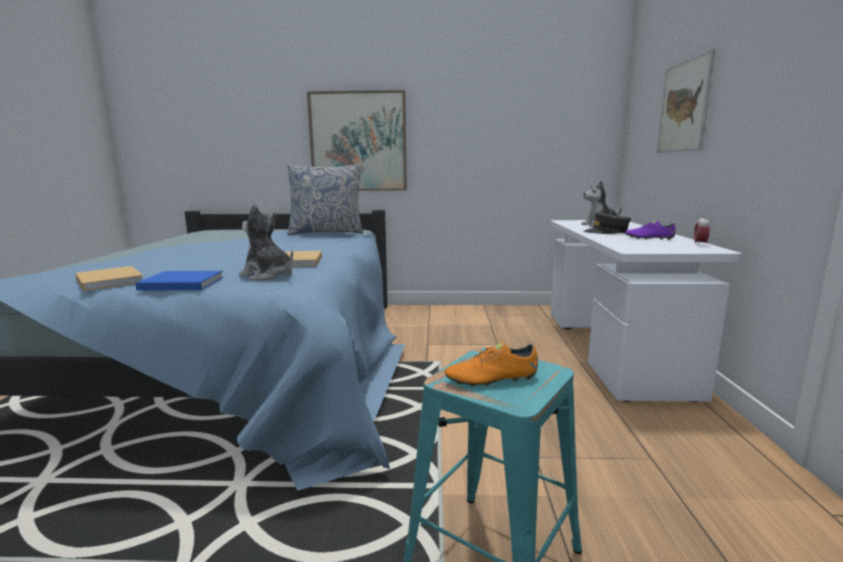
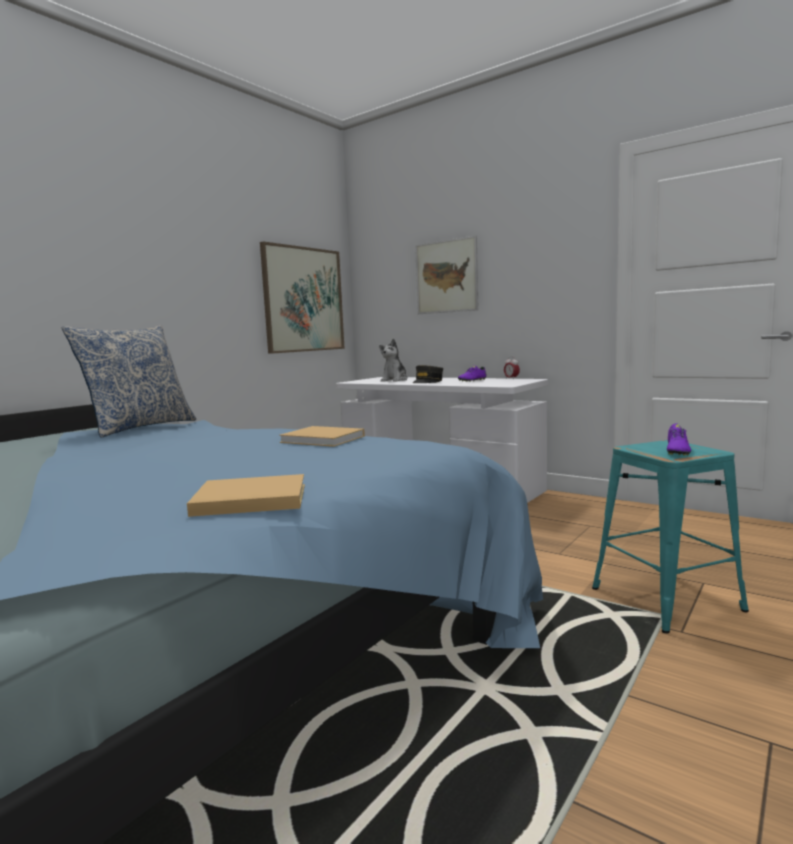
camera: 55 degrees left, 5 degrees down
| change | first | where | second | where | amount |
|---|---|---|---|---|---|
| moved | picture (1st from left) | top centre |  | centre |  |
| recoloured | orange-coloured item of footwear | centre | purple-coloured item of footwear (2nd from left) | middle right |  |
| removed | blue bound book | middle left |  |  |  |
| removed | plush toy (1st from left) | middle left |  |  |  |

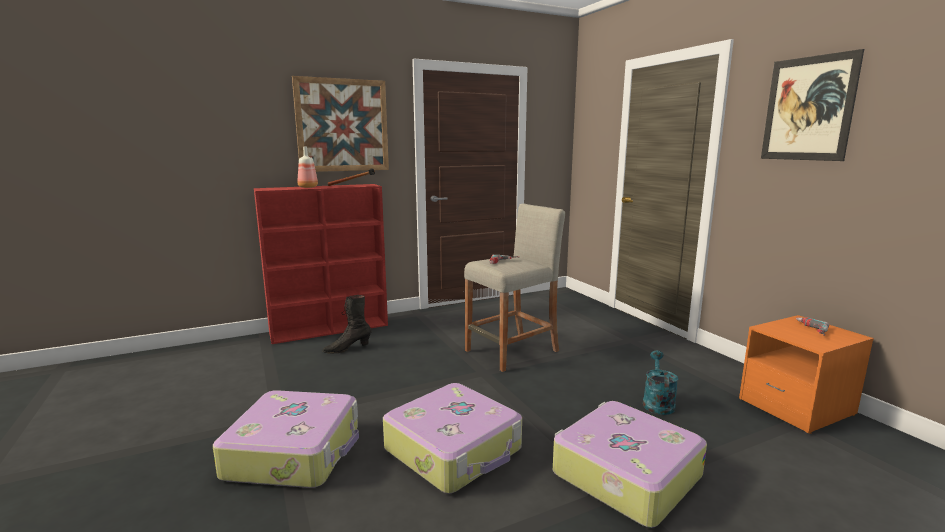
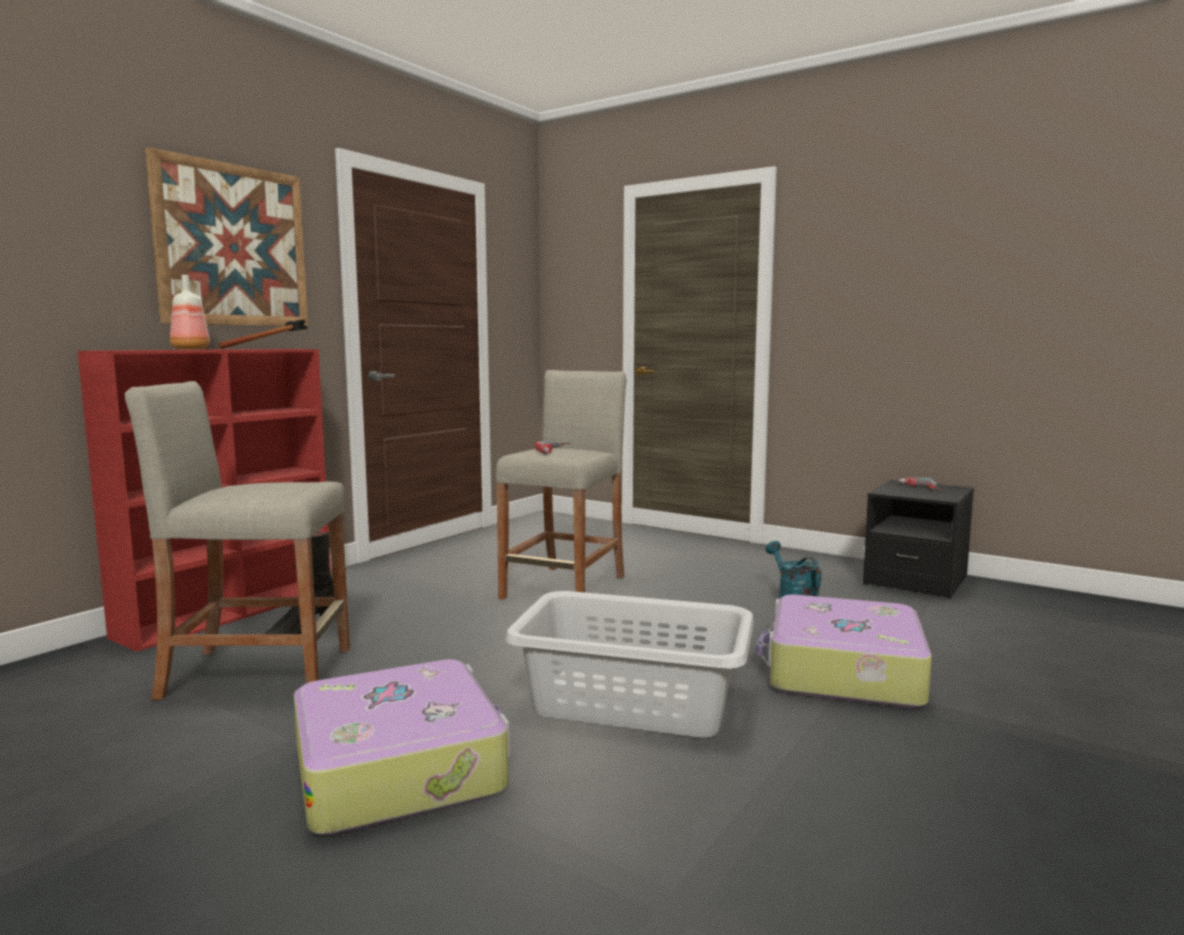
camera: 30 degrees left, 5 degrees down
| change | first | where | second | where | amount |
|---|---|---|---|---|---|
| added |  |  | sand-coloured stool (1st from left) | middle left |  |
| replaced | suitcase (2nd from left) | bottom centre | greyish laundry basket | bottom centre |  |
| recoloured | orange-coloured bedside table | bottom right | blackish bedside table | middle right |  |
| removed | picture (2nd from left) | top right |  |  |  |

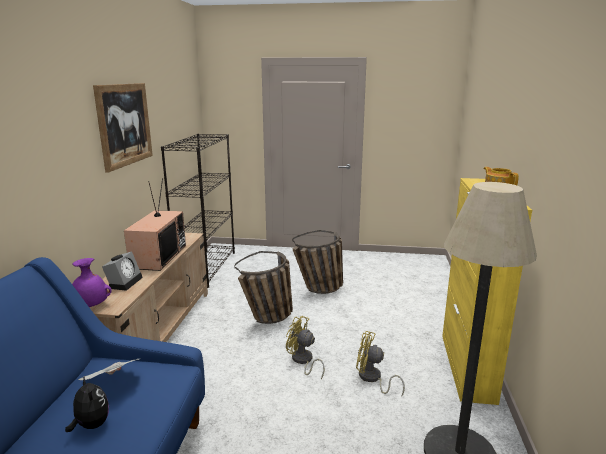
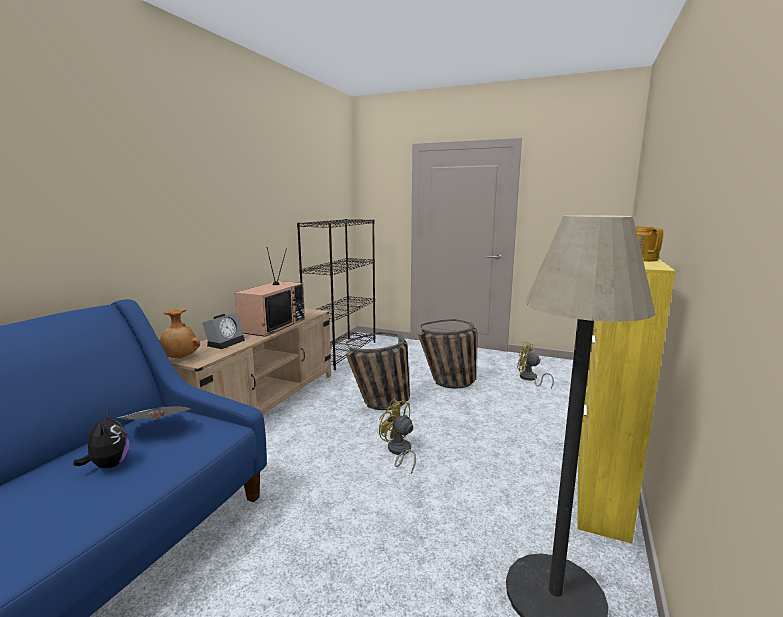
camera: 15 degrees right, 5 degrees down
| change | first | where | second | where | amount |
|---|---|---|---|---|---|
| recoloured | purple-coloured vase | middle left | brown-coloured vase | middle left |  |
| moved | yellowish electric fan (2nd from left) | bottom centre |  | middle right |  |
| removed | picture | top left |  |  |  |

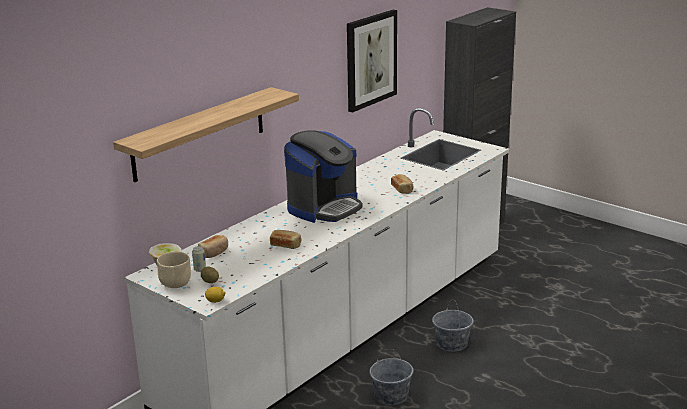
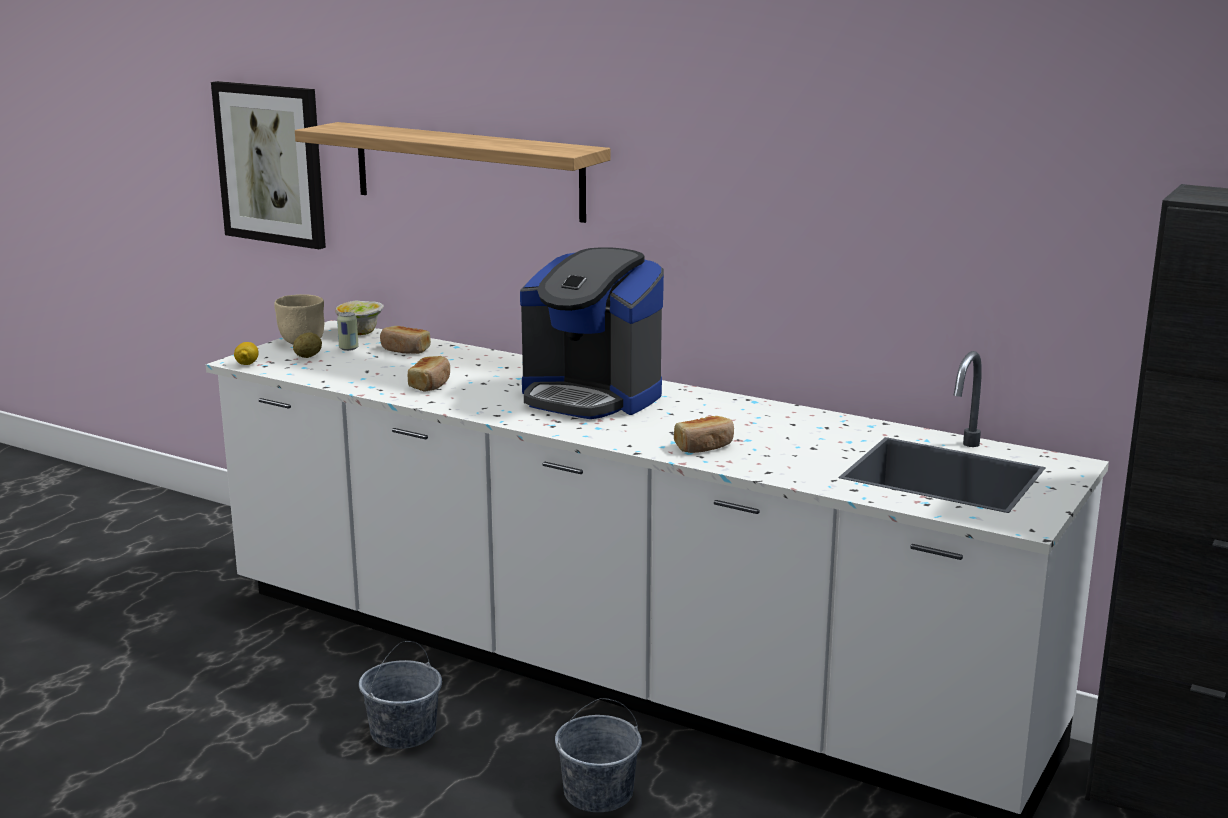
camera: 80 degrees right, 5 degrees down
| change | first | where | second | where | amount |
|---|---|---|---|---|---|
| moved | picture | top centre |  | top left |  |

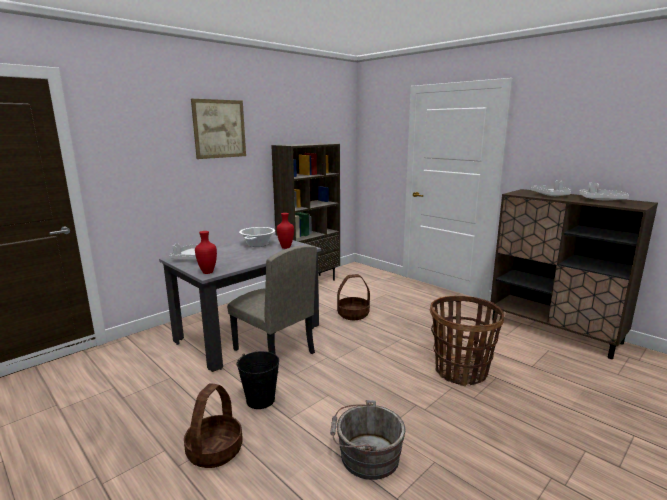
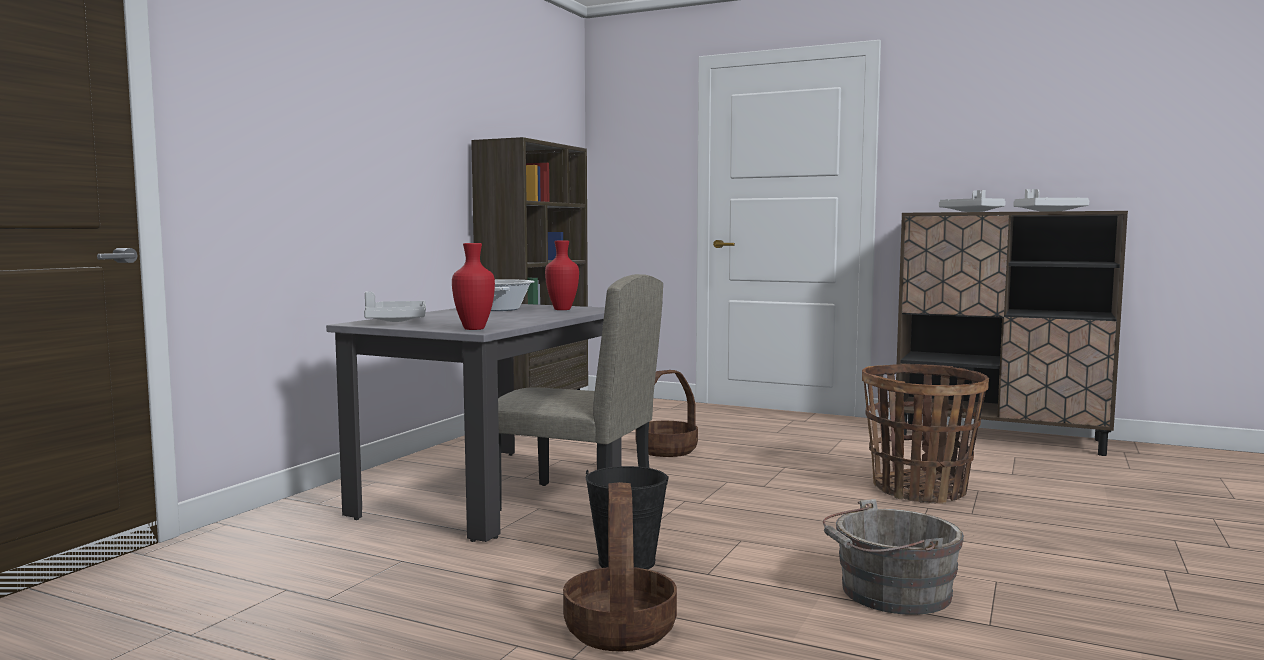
camera: 20 degrees left, 10 degrees down
| change | first | where | second | where | amount |
|---|---|---|---|---|---|
| removed | picture | top left |  |  |  |

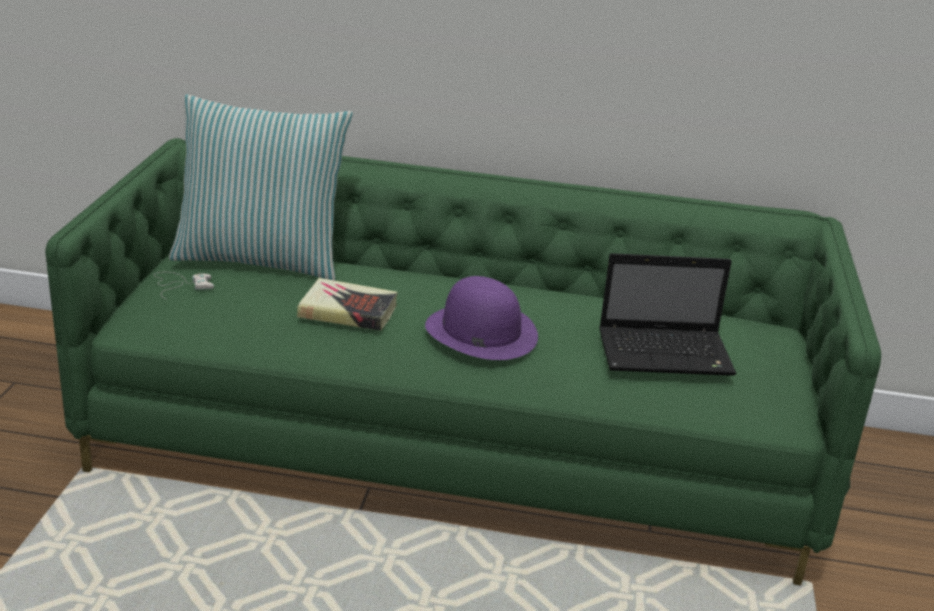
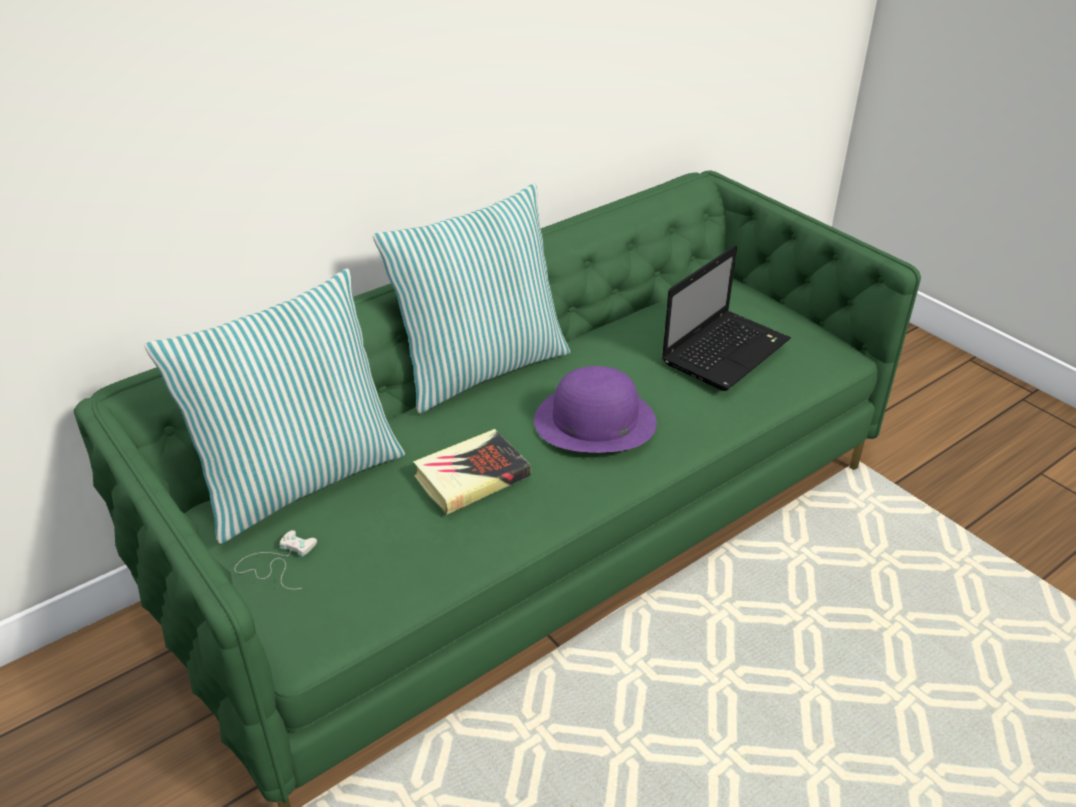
camera: 45 degrees left, 10 degrees up
| change | first | where | second | where | amount |
|---|---|---|---|---|---|
| added |  |  | pillow (2nd from left) | centre |  |

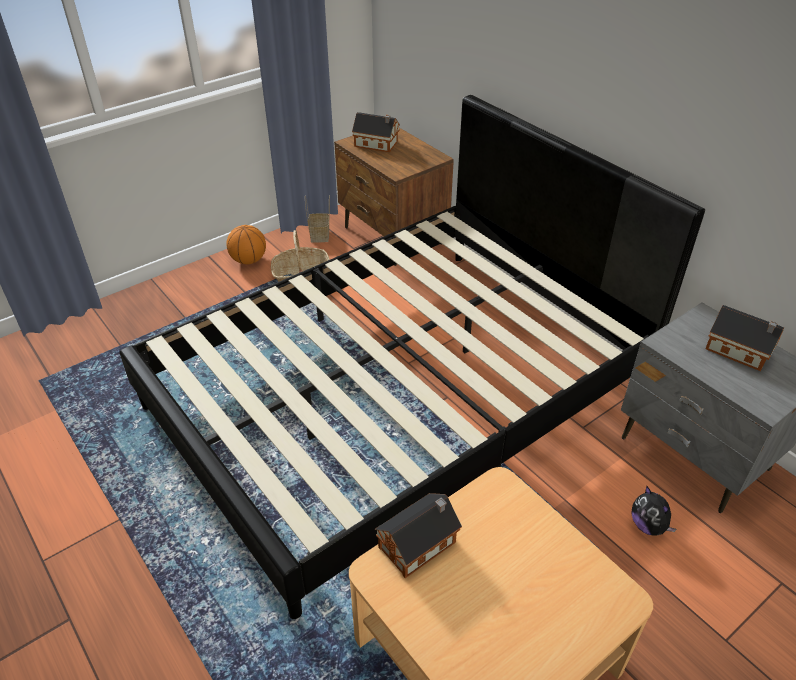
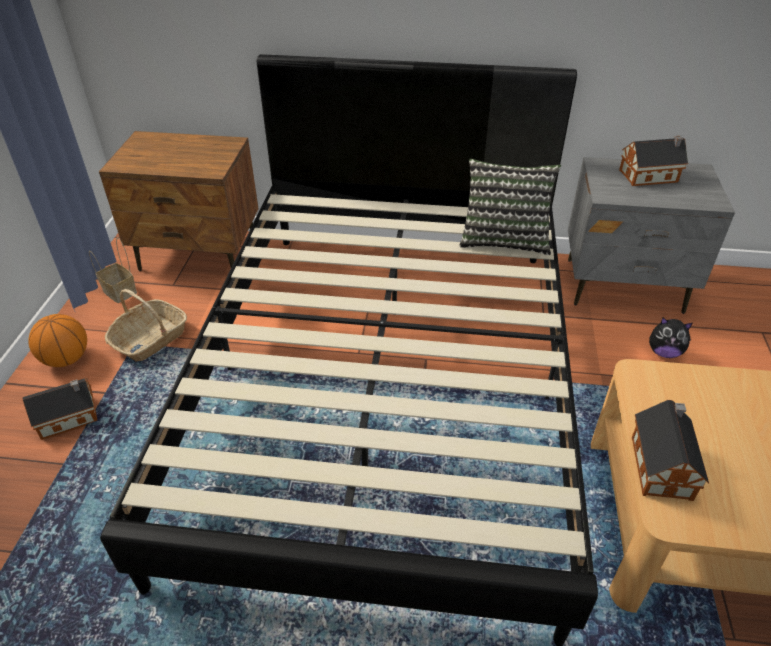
camera: 45 degrees left, 0 degrees up
| change | first | where | second | where | amount |
|---|---|---|---|---|---|
| moved | miniature house (1st from left) | top centre |  | middle left |  |
| added |  |  | pillow | top centre |  |

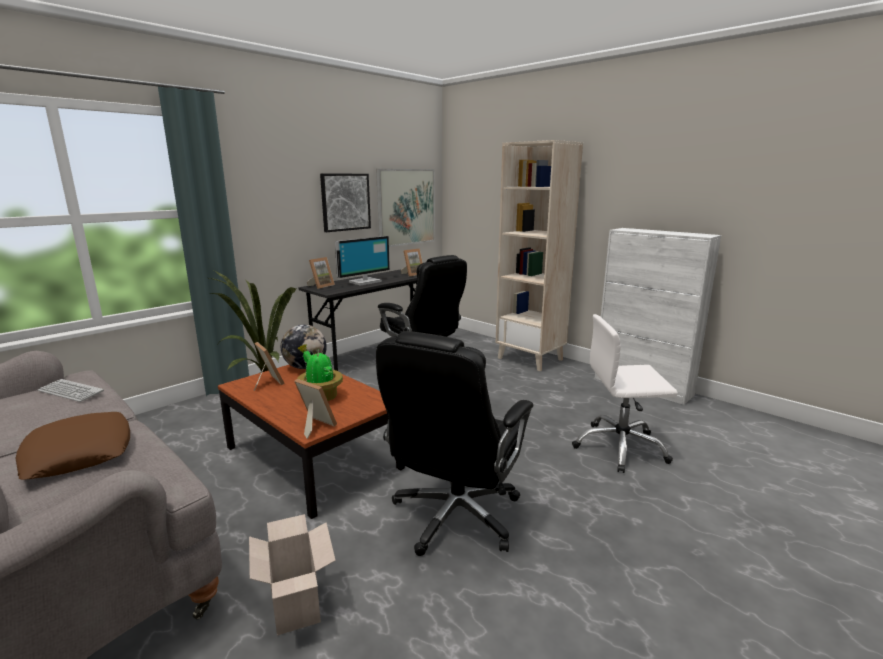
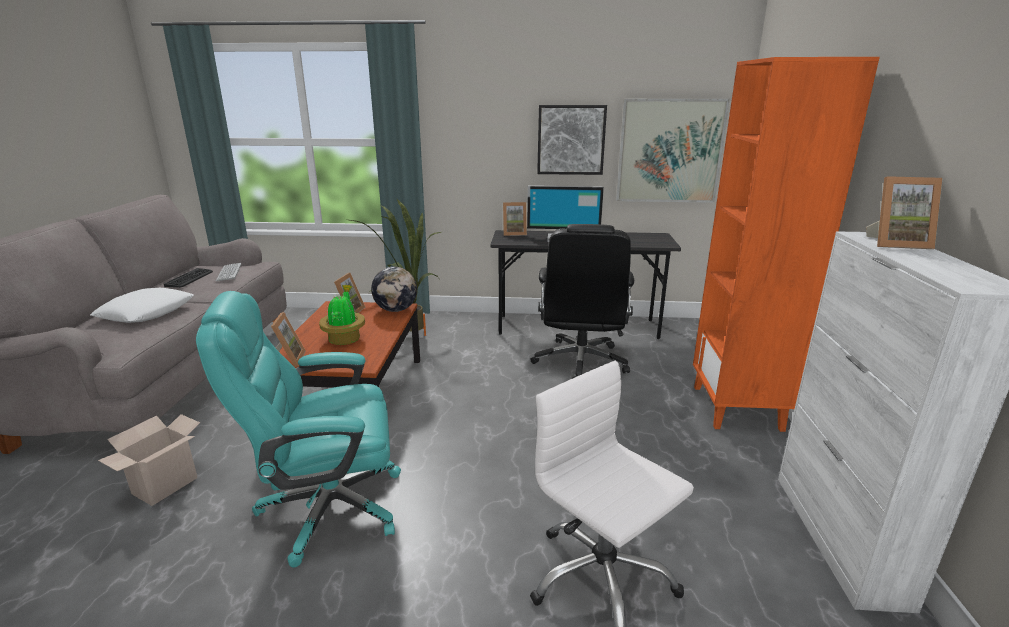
camera: 50 degrees right, 5 degrees up
| change | first | where | second | where | amount |
|---|---|---|---|---|---|
| recoloured | brown-coloured pillow | bottom left | whitish pillow | middle left |  |
| added |  |  | computer keyboard (1st from left) | middle left |  |
| recoloured | blackish computer chair (2nd from left) | bottom centre | turquoise computer chair | bottom left |  |
| recoloured | sand-coloured bookcase | centre | orange-coloured bookcase | middle right |  |
| moved | standing frame (4th from left) | centre |  | middle right |  |

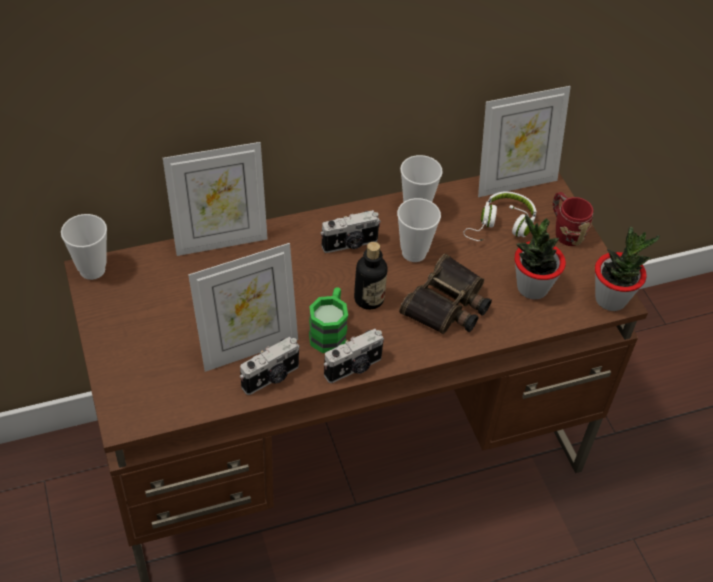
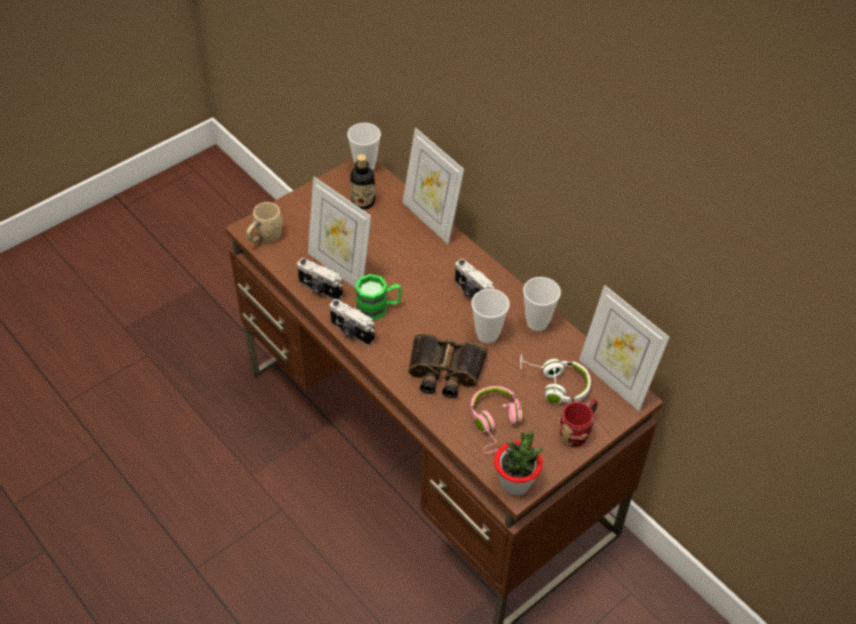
camera: 70 degrees right, 0 degrees up
| change | first | where | second | where | amount |
|---|---|---|---|---|---|
| added |  |  | sand-coloured mug | middle left |  |
| moved | drink bottle | centre |  | top centre |  |
| replaced | potted plant (1st from left) | middle right | pink-coloured headset | bottom centre |  |

